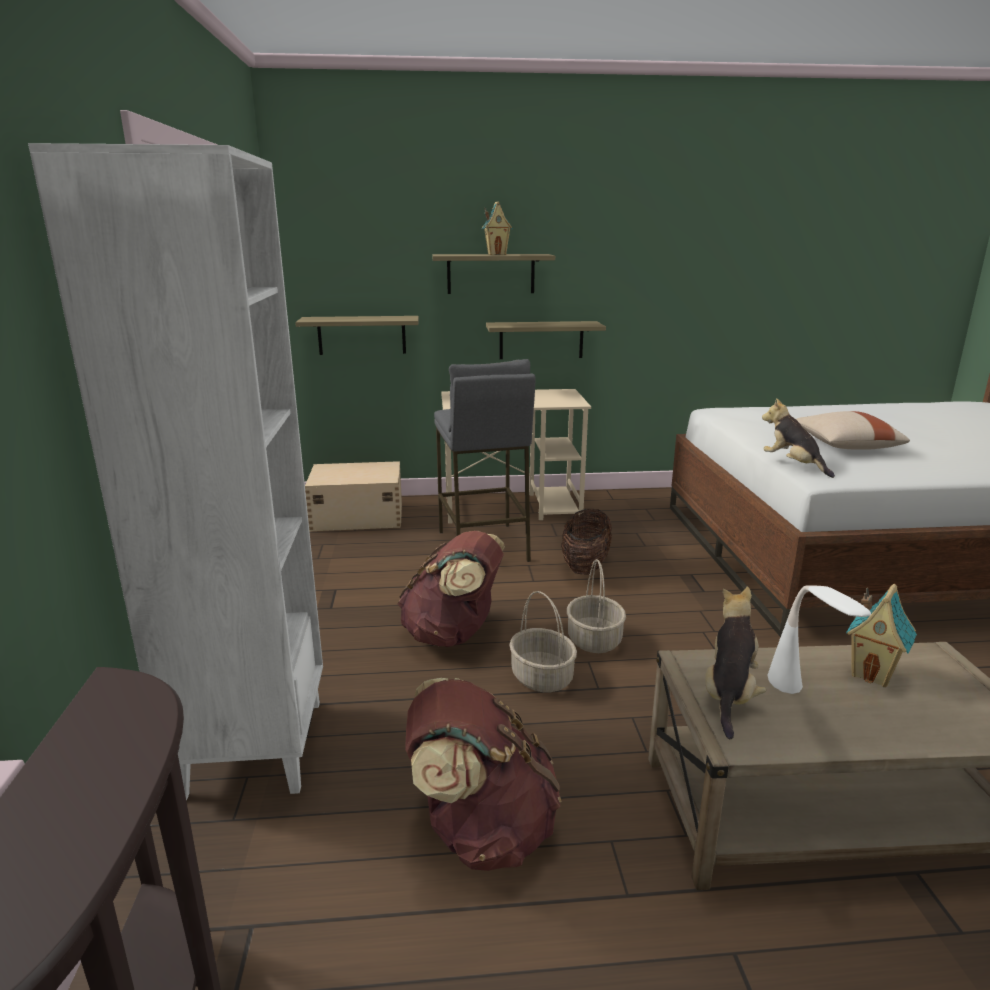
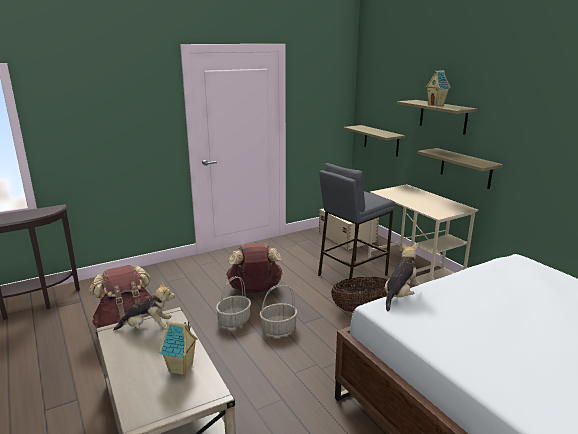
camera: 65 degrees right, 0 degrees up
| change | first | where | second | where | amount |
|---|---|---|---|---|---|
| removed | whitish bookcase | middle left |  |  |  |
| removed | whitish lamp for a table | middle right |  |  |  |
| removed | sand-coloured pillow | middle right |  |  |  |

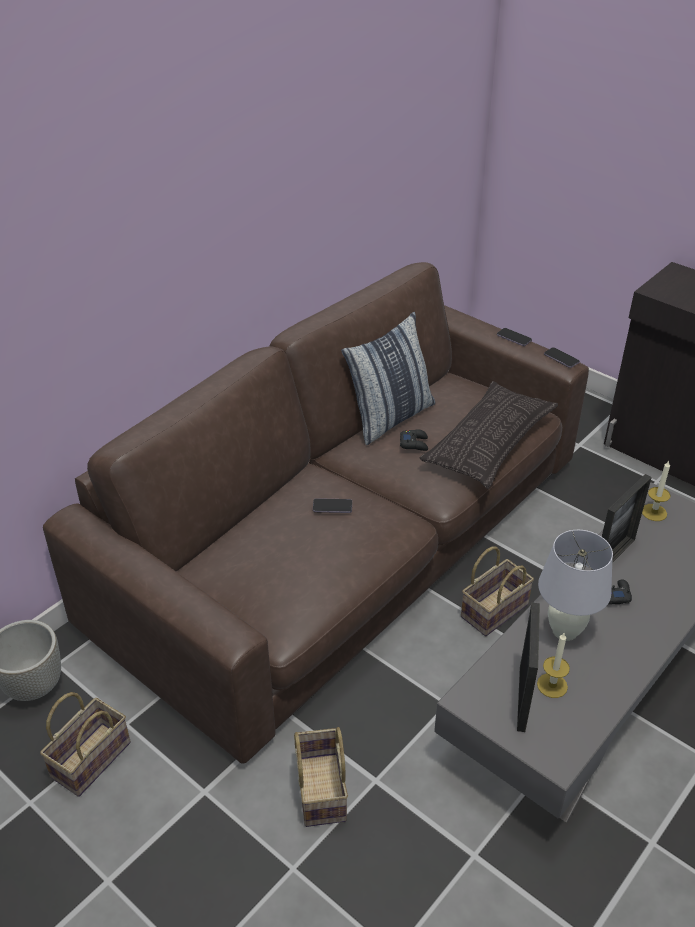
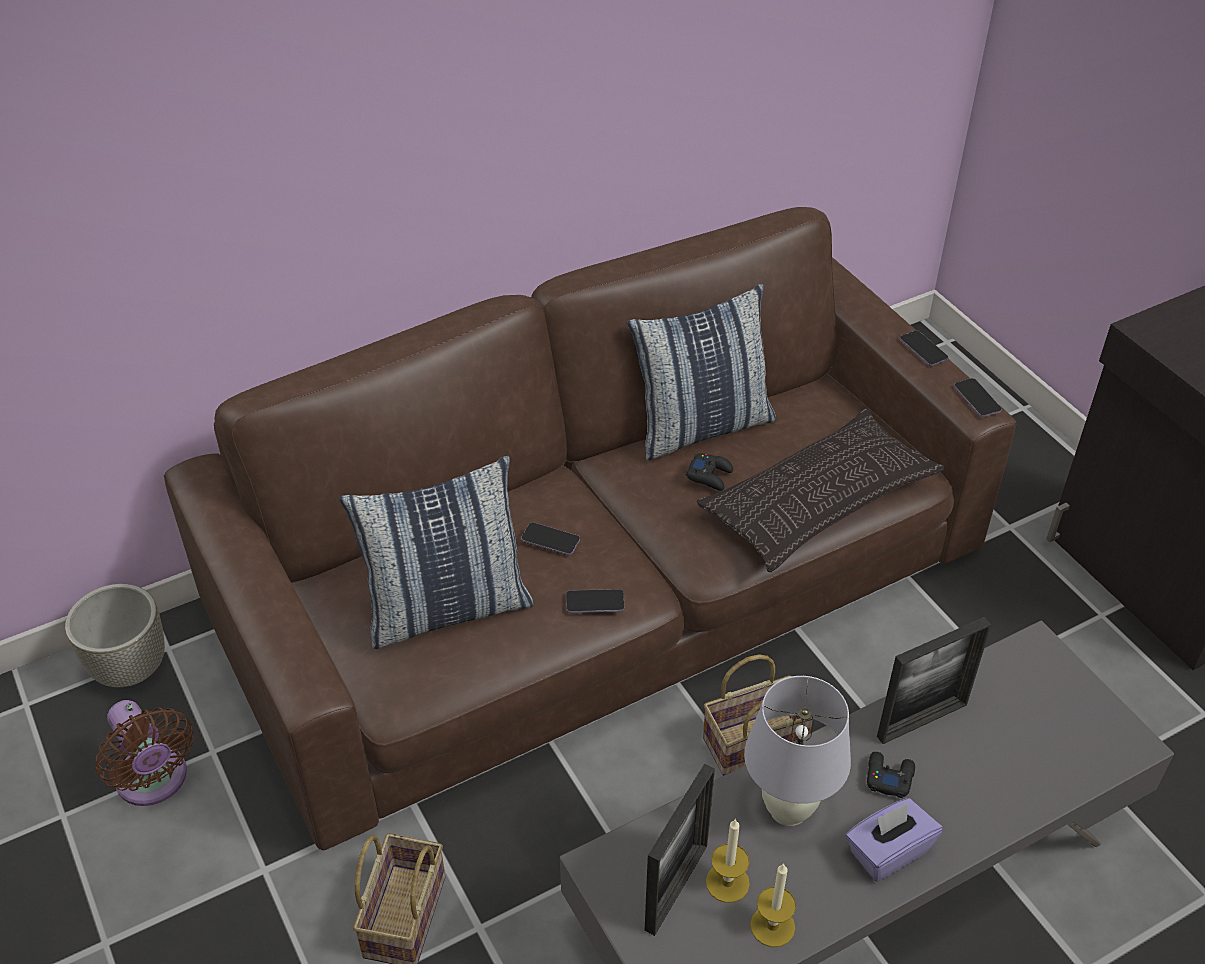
camera: 20 degrees right, 5 degrees up
| change | first | where | second | where | amount |
|---|---|---|---|---|---|
| replaced | storage basket (1st from left) | bottom left | brown-coloured electric fan | bottom left |  |
| added |  |  | pillow (1st from left) | centre |  |
| added |  |  | handset (2nd from left) | centre |  |
| moved | wax candle (2nd from left) | middle right |  | bottom centre |  |
| added |  |  | purple-coloured tissue box | bottom right |  |

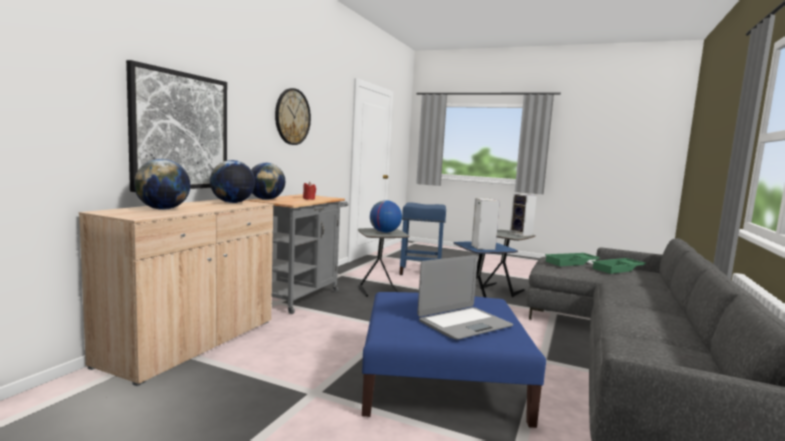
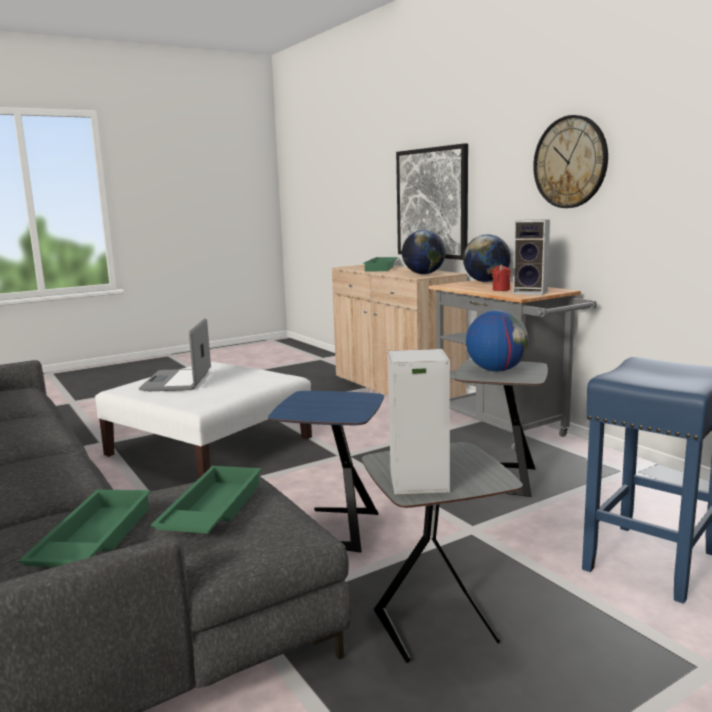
camera: 125 degrees right, 5 degrees up
| change | first | where | second | where | amount |
|---|---|---|---|---|---|
| recoloured | blue ottoman | bottom centre | whitish ottoman | middle left |  |
| replaced | desk globe (1st from left) | middle left | green-coloured carrying tray (3rd from left) | centre |  |
| moved | speaker (1st from left in the first image) | centre | speaker (2nd from left) | middle right |  |

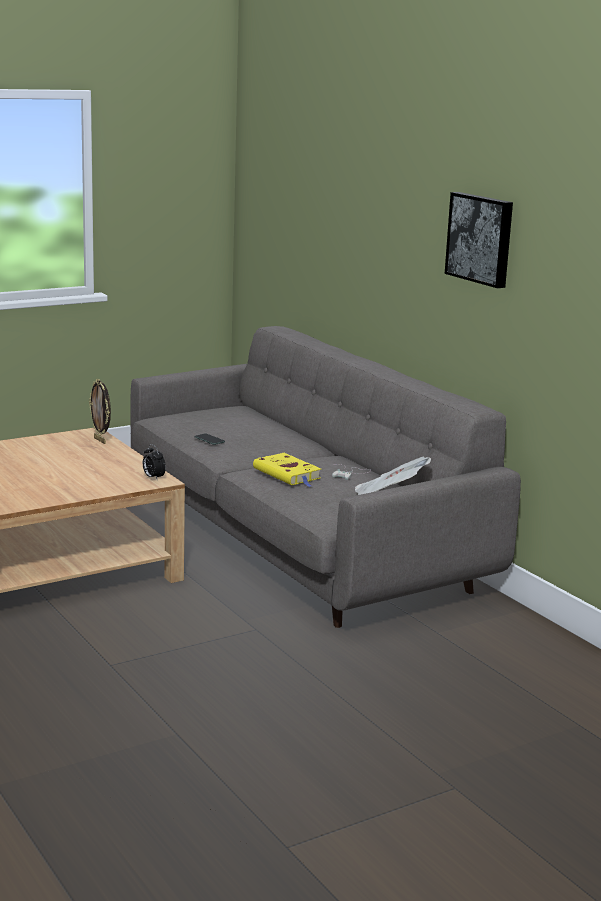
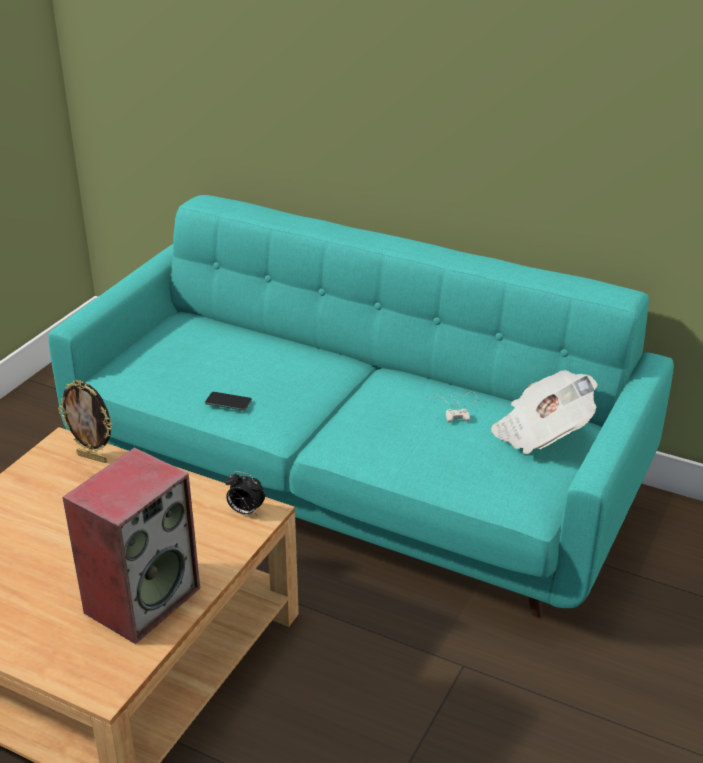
camera: 30 degrees left, 15 degrees up
| change | first | where | second | where | amount |
|---|---|---|---|---|---|
| recoloured | greyish couch | centre | turquoise couch | centre |  |
| added |  |  | speaker | bottom left |  |
| removed | yellowish bound book | centre |  |  |  |
| removed | picture | top right |  |  |  |

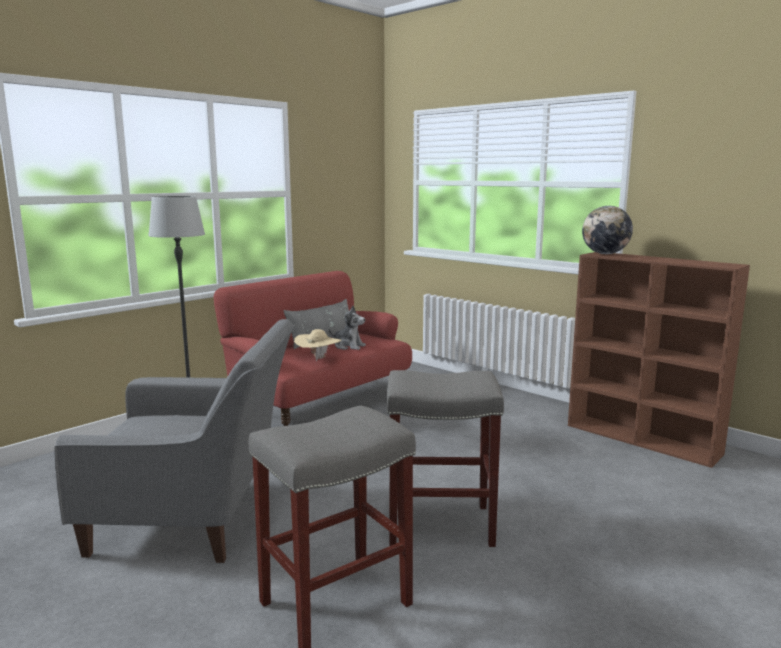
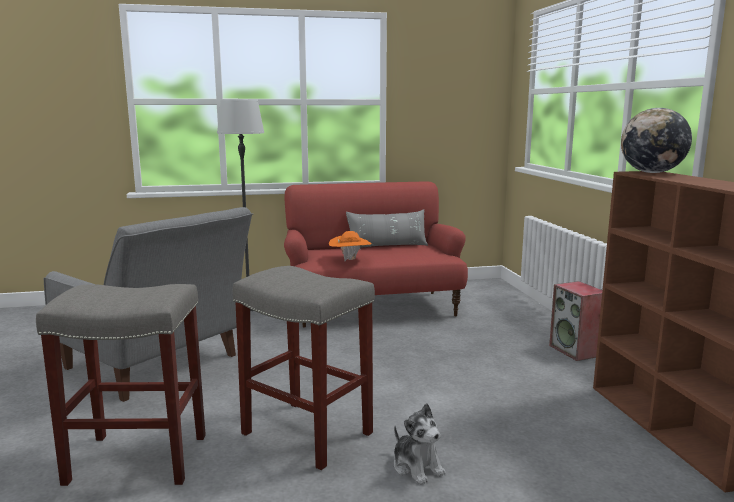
camera: 35 degrees right, 0 degrees up
| change | first | where | second | where | amount |
|---|---|---|---|---|---|
| recoloured | sand-coloured hat | centre | orange-coloured hat | centre |  |
| moved | plush toy | centre |  | bottom centre |  |
| added |  |  | speaker | middle right |  |

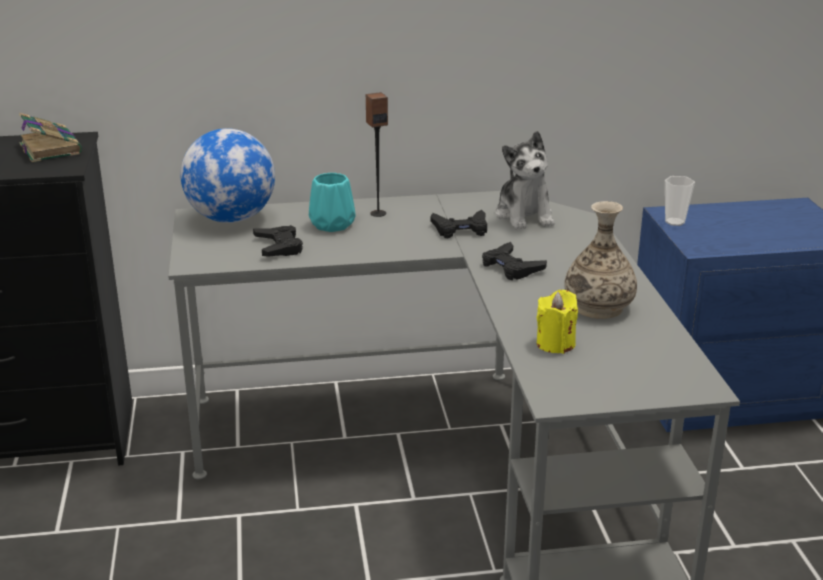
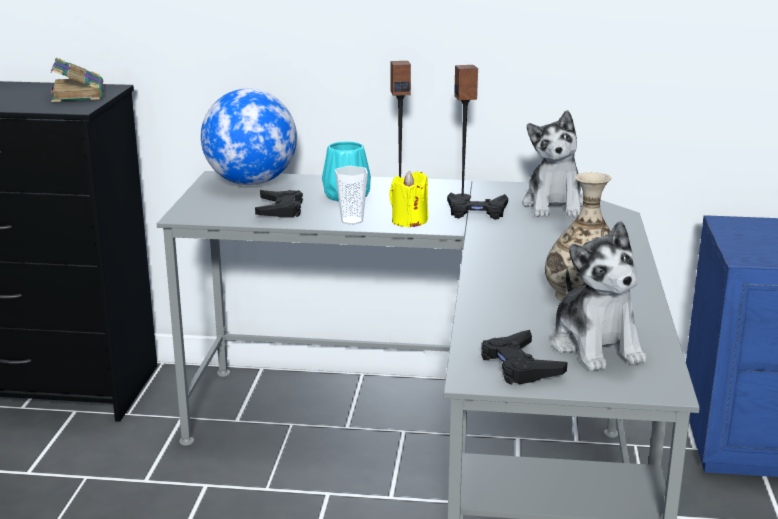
camera: 15 degrees right, 5 degrees down
| change | first | where | second | where | amount |
|---|---|---|---|---|---|
| moved | drinking cup | middle right |  | centre |  |
| moved | yellowish wax candle | middle right |  | centre |  |
| added |  |  | speaker (2nd from left) | top centre |  |
| moved | blackish joypad (3rd from left) | centre |  | bottom right |  |
| added |  |  | plush toy (2nd from left) | middle right |  |

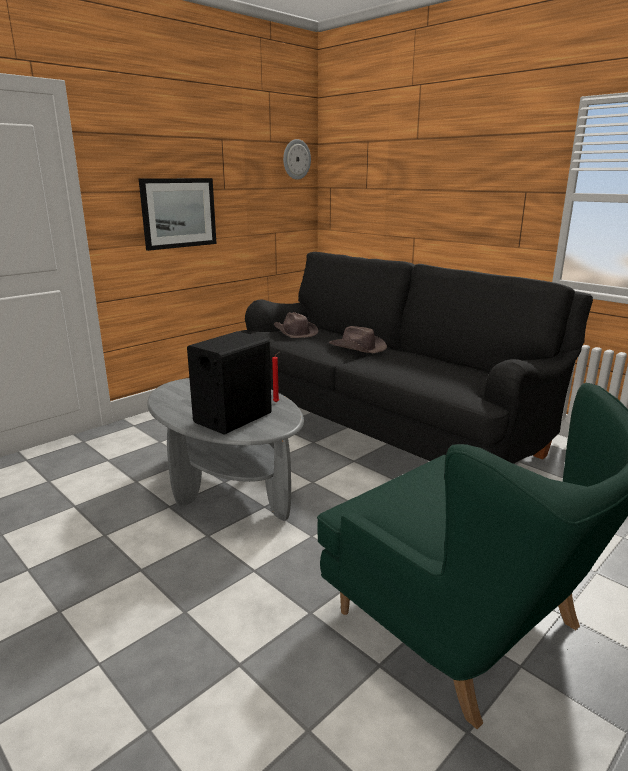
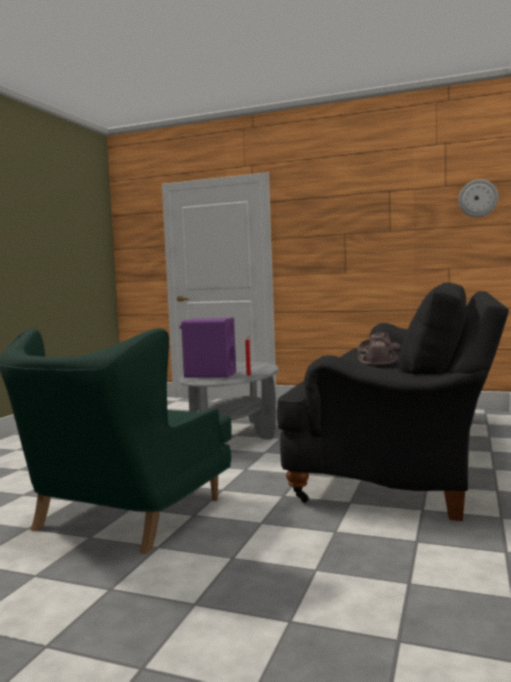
camera: 65 degrees right, 15 degrees down
| change | first | where | second | where | amount |
|---|---|---|---|---|---|
| recoloured | blackish speaker | centre | purple-coloured speaker | centre |  |
| removed | picture | top left |  |  |  |

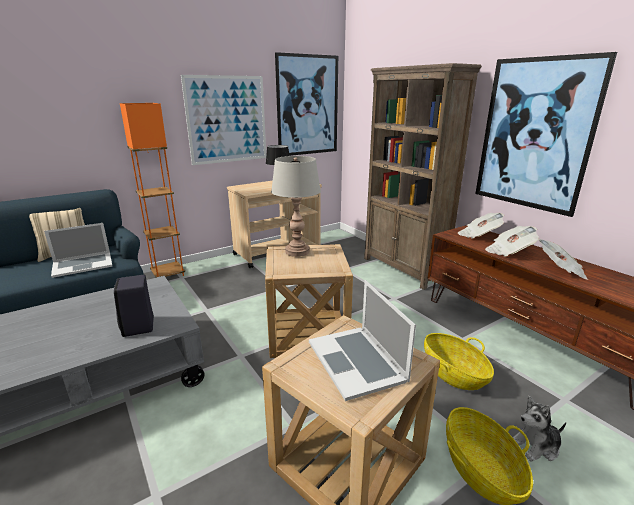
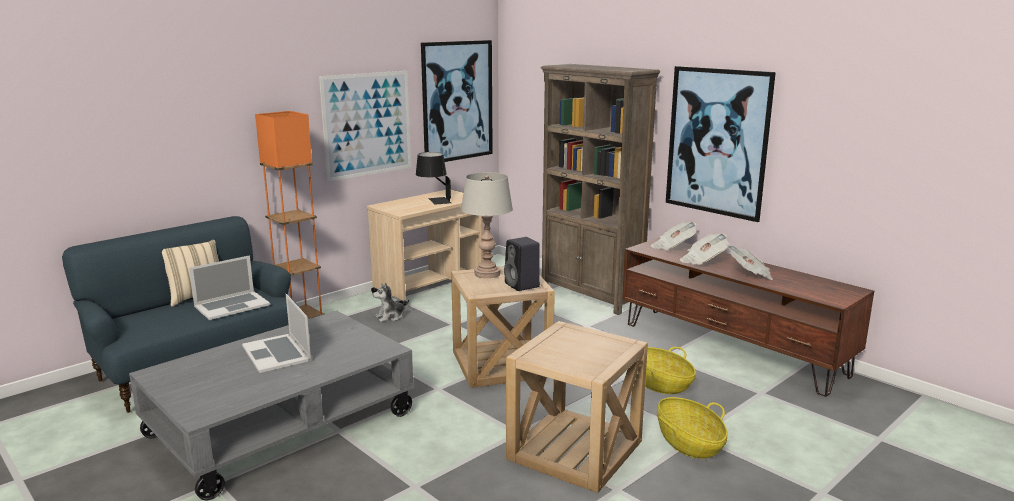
camera: 10 degrees left, 5 degrees down
| change | first | where | second | where | amount |
|---|---|---|---|---|---|
| moved | laptop (2nd from left) | bottom centre |  | middle left |  |
| moved | plush toy | bottom right |  | centre |  |
| moved | blackish speaker | middle left |  | centre |  |

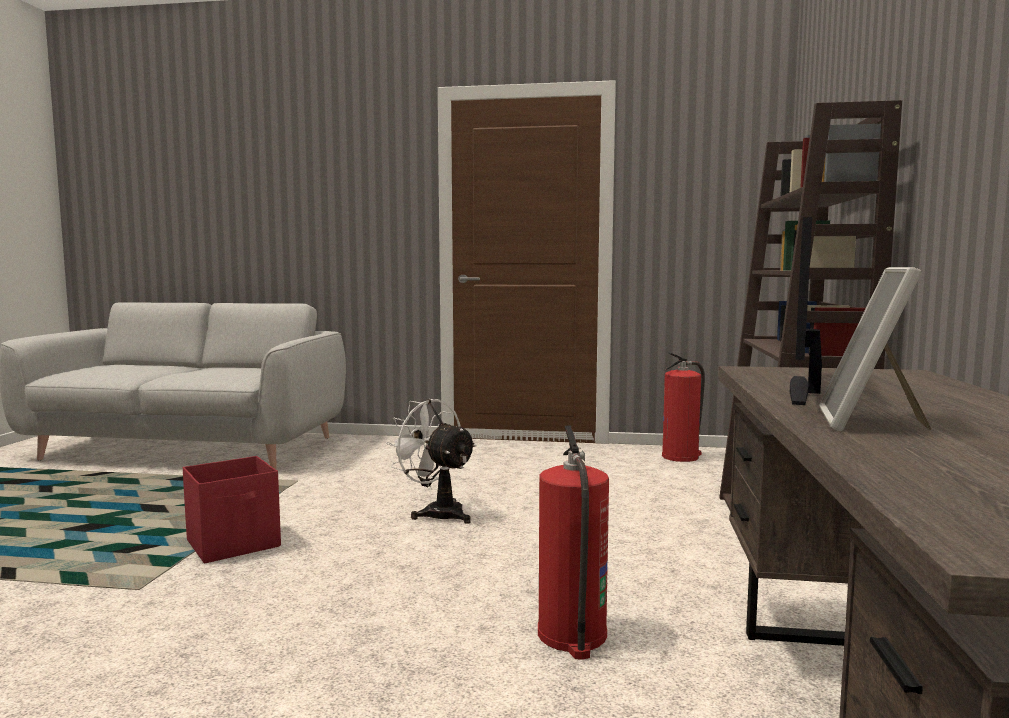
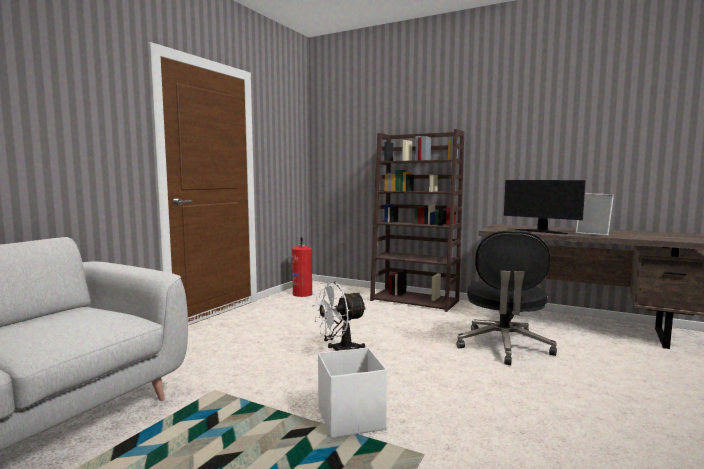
camera: 70 degrees left, 0 degrees up
| change | first | where | second | where | amount |
|---|---|---|---|---|---|
| recoloured | red storage box | bottom left | whitish storage box | bottom centre |  |
| replaced | extinguisher (1st from left) | bottom centre | blackish computer chair | middle right |  |

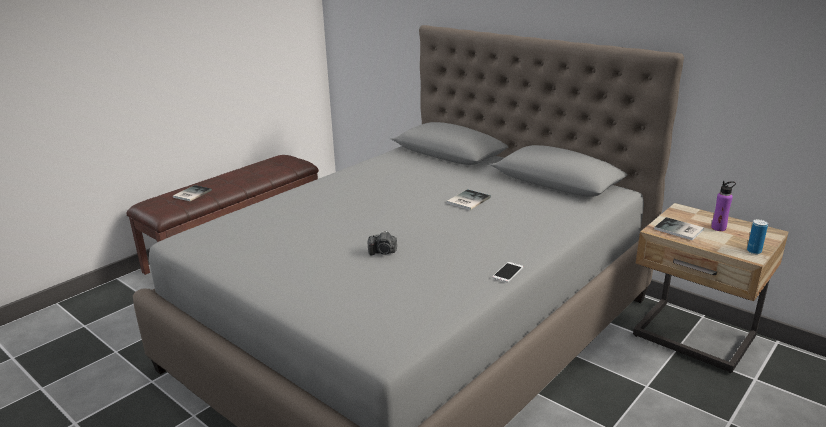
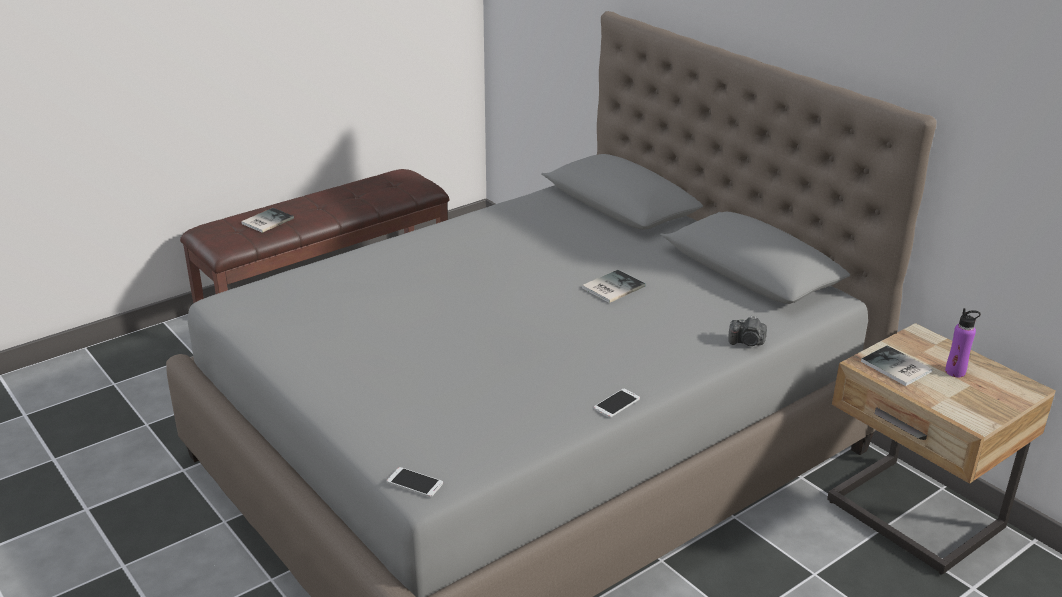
camera: 10 degrees right, 5 degrees up
| change | first | where | second | where | amount |
|---|---|---|---|---|---|
| added |  |  | handset (1st from left) | bottom centre |  |
| moved | still camera | centre |  | middle right |  |
| removed | metal can | middle right |  |  |  |

